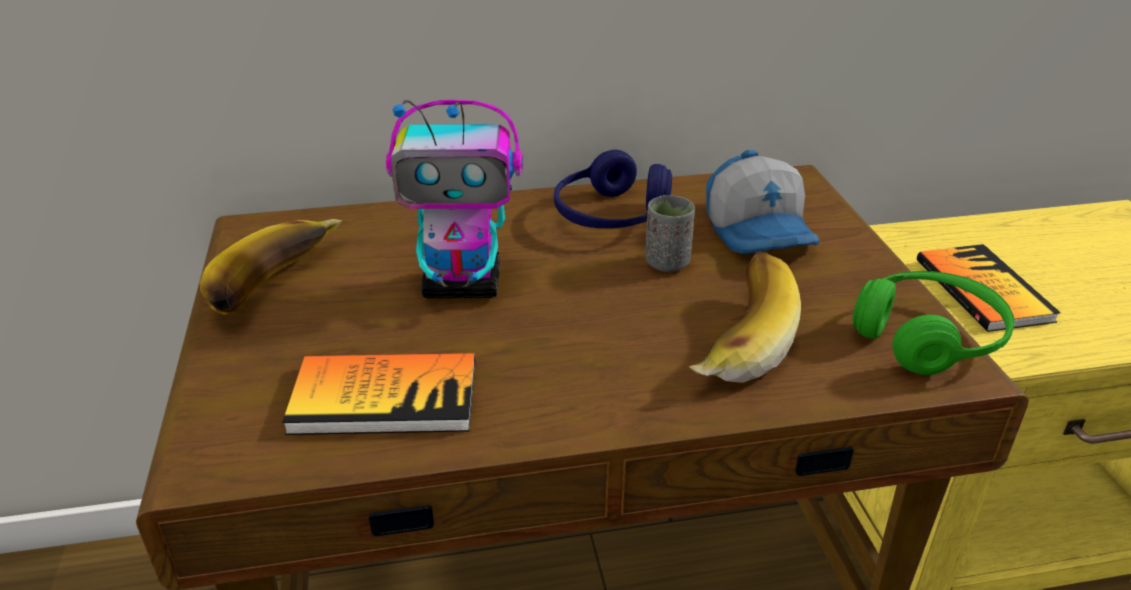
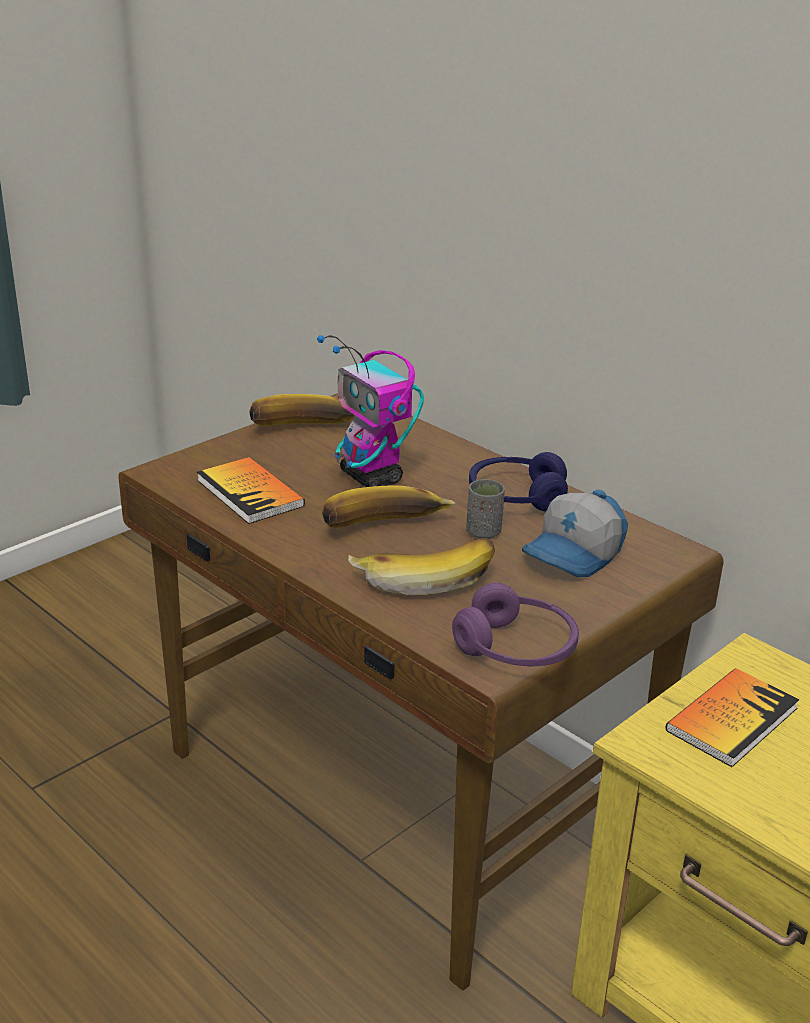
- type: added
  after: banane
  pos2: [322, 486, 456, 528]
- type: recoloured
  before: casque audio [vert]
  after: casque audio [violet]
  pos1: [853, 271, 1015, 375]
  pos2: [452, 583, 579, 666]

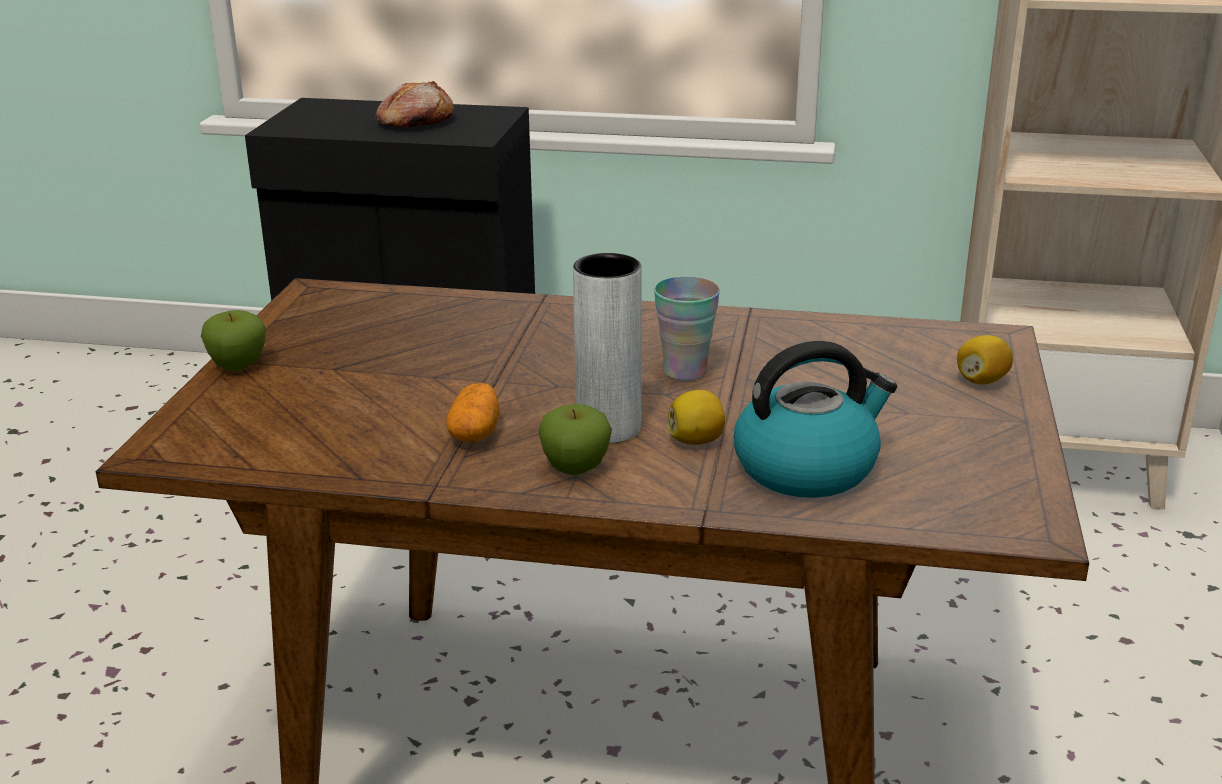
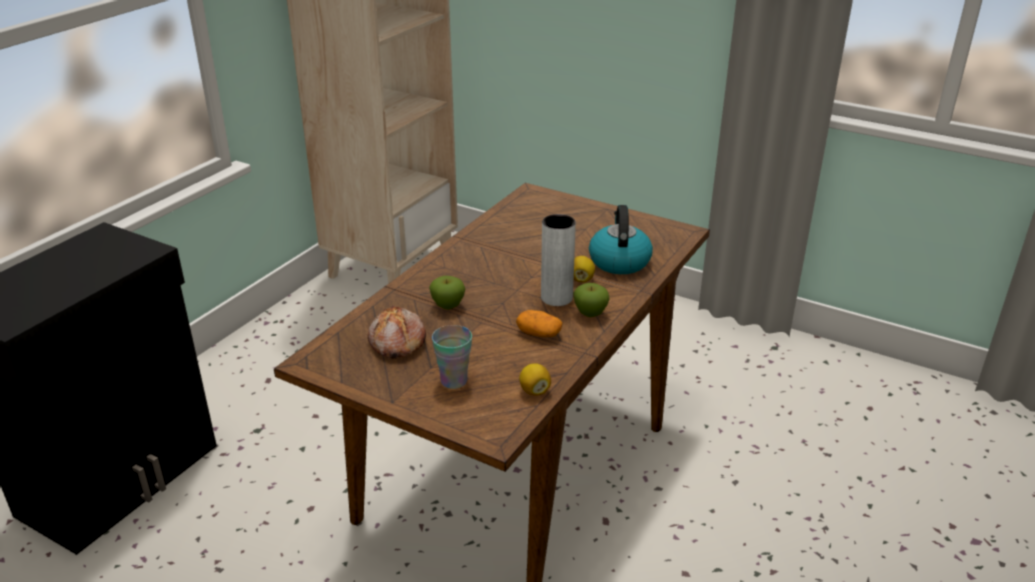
- type: moved
  before: pain
  pos1: [375, 81, 454, 128]
  pos2: [368, 305, 426, 359]
- type: moved
  before: pomme
  pos1: [201, 310, 266, 371]
  pos2: [429, 276, 465, 310]
- type: moved
  before: tasse
  pos1: [654, 276, 720, 381]
  pos2: [432, 325, 472, 389]
- type: moved
  before: citron
  pos1: [957, 335, 1013, 385]
  pos2: [519, 363, 551, 396]

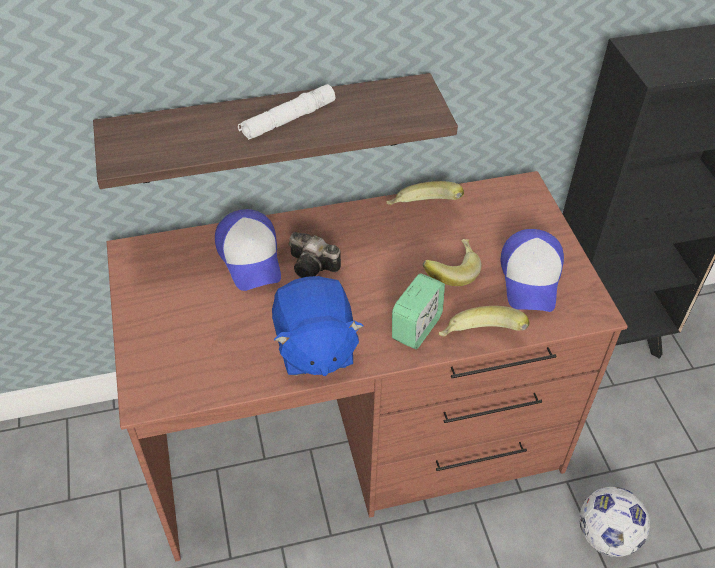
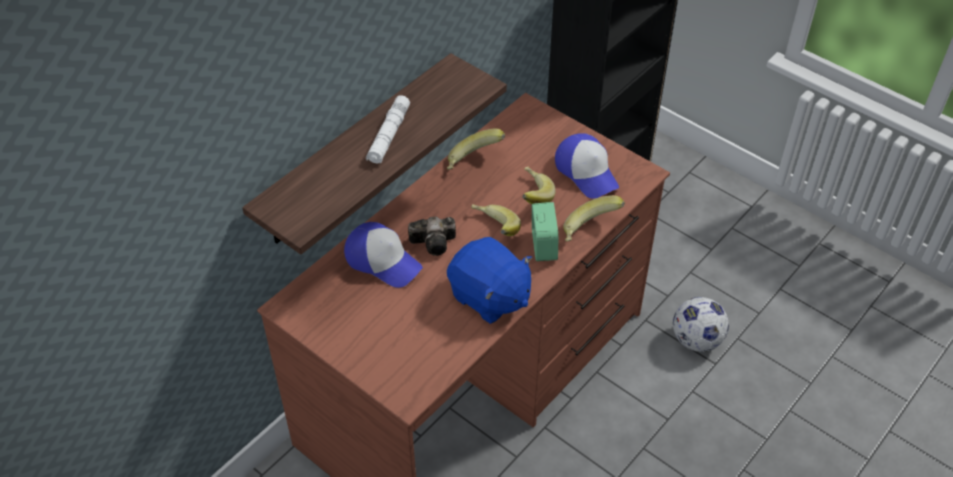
- type: added
  after: banane
  pos2: [471, 204, 521, 236]

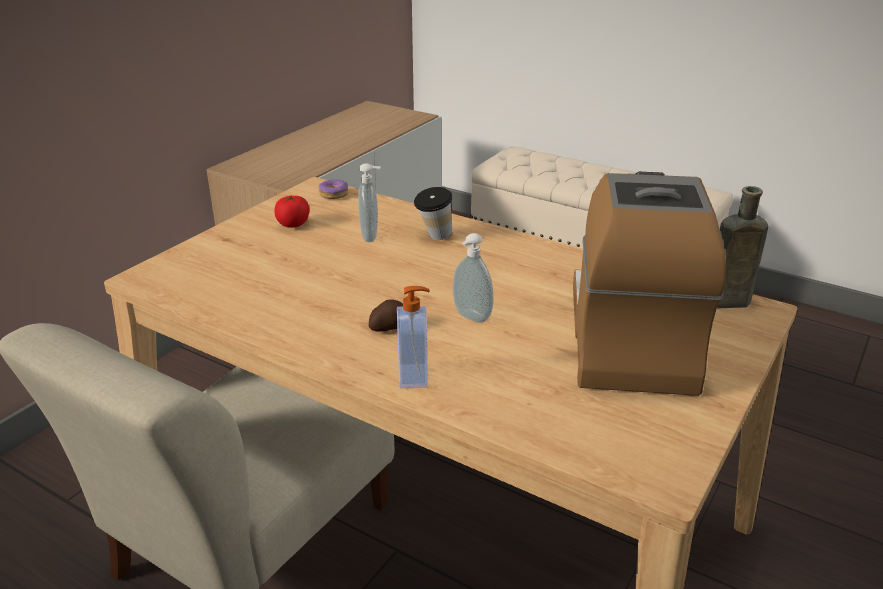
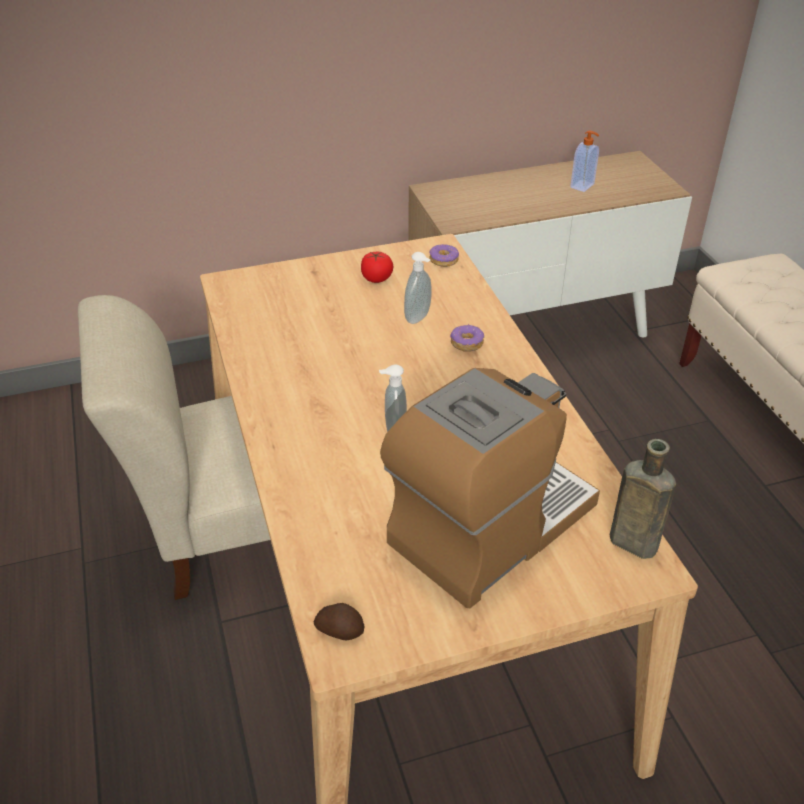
- type: moved
  before: pomme de terre
  pos1: [369, 299, 403, 332]
  pos2: [314, 603, 365, 640]
- type: replaced
  before: tasse
  after: beignet
  pos1: [414, 187, 452, 240]
  pos2: [450, 324, 484, 352]
- type: moved
  before: distributeur de savon
  pos1: [397, 286, 430, 388]
  pos2: [570, 131, 599, 192]

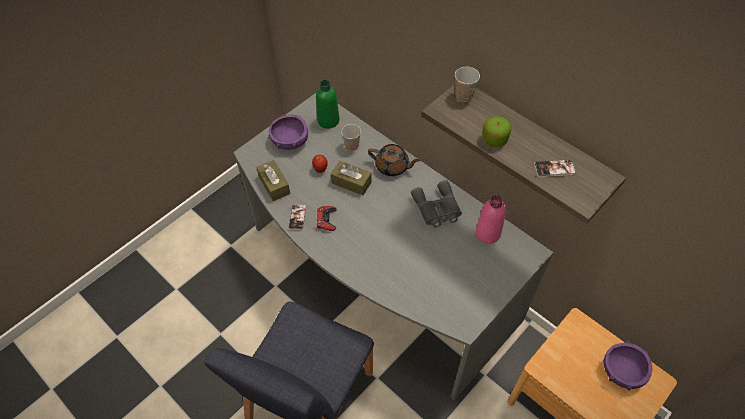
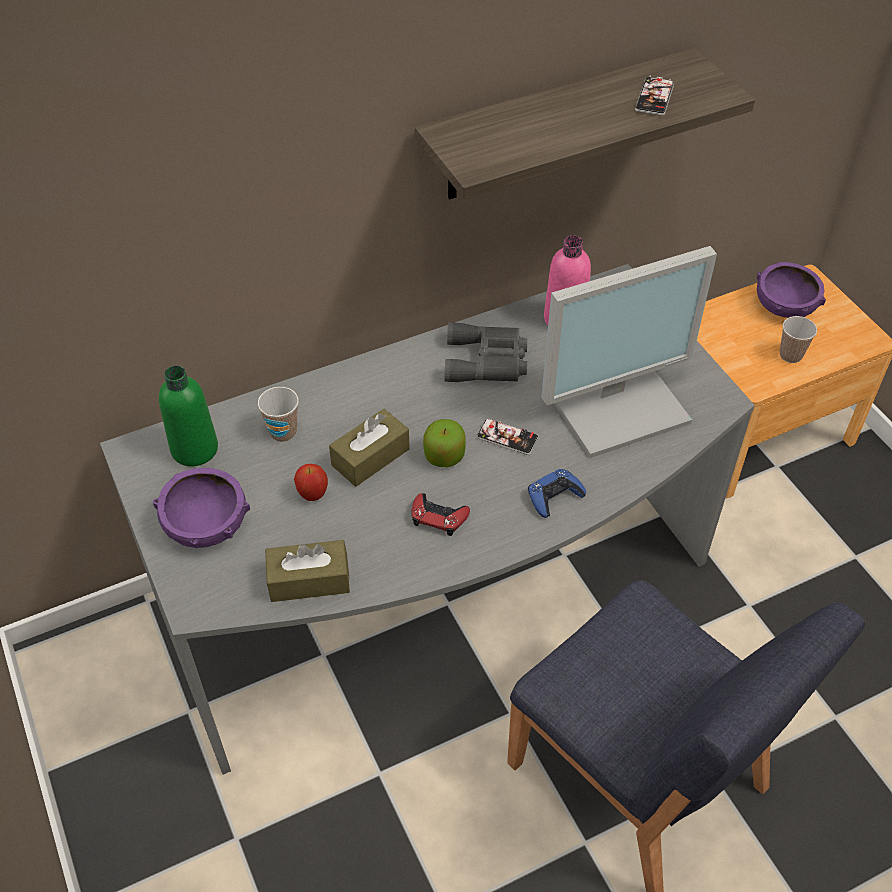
- type: moved
  before: pomme
  pos1: [482, 116, 511, 147]
  pos2: [423, 419, 466, 467]
- type: moved
  before: téléphone
  pos1: [289, 204, 307, 230]
  pos2: [477, 418, 539, 455]
- type: added
  after: manette [bleu]
  pos2: [528, 469, 586, 518]
- type: added
  after: écran d'ordinateur
  pos2: [541, 246, 717, 458]
- type: moved
  before: tasse
  pos1: [455, 67, 480, 102]
  pos2: [780, 316, 817, 363]
- type: removed
  before: théière [marron]
  pos1: [368, 144, 421, 176]

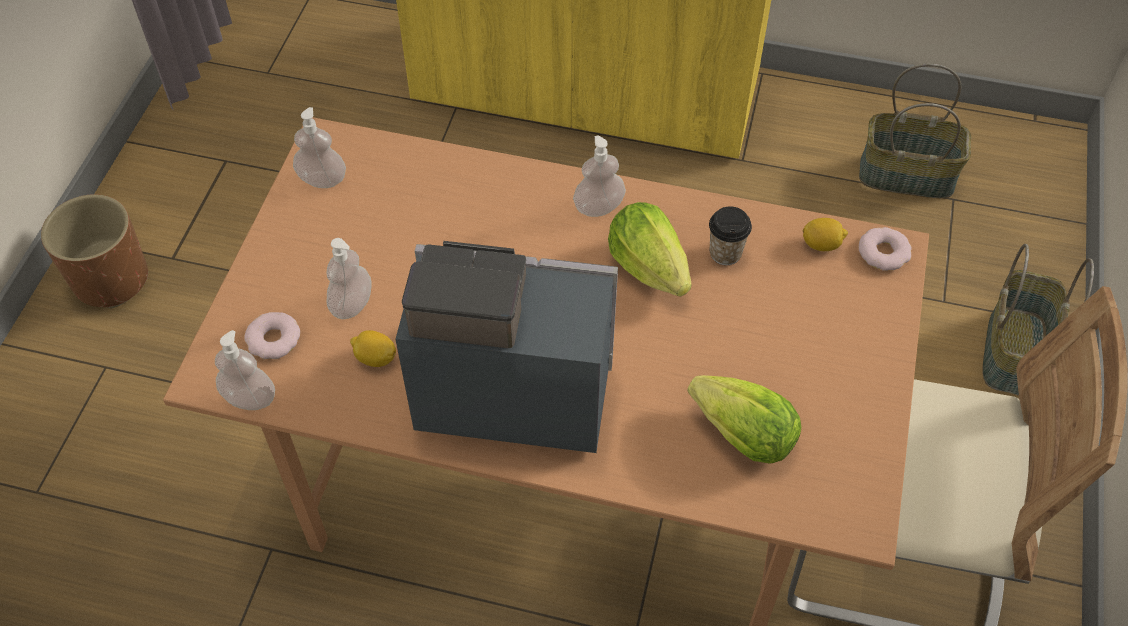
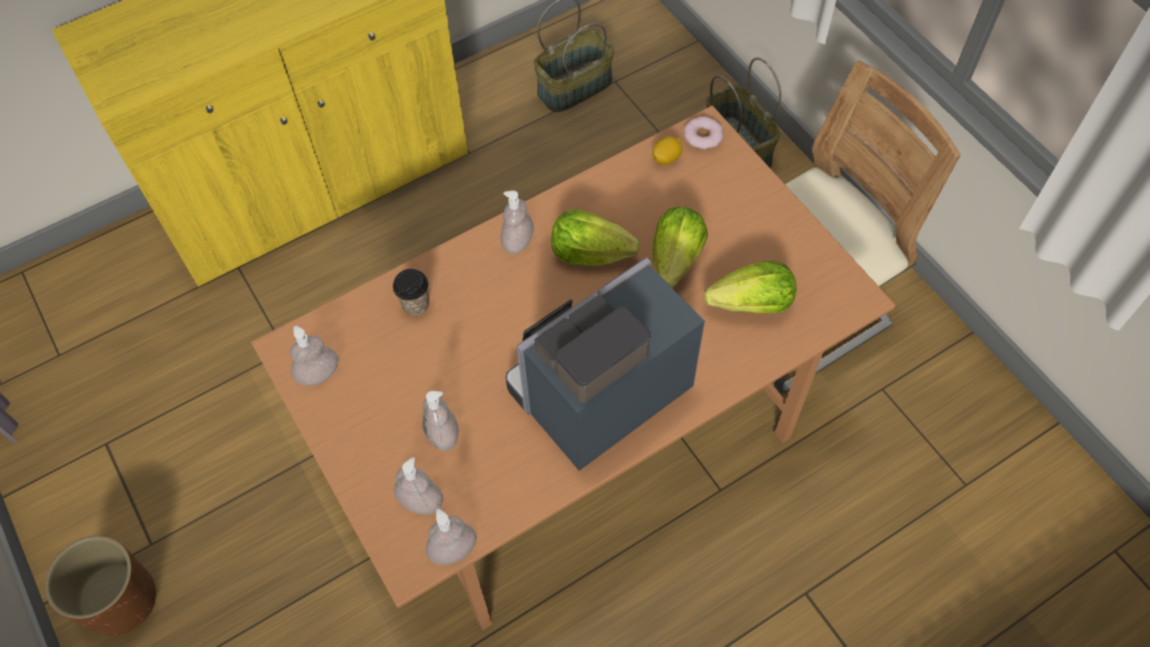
- type: moved
  before: tasse
  pos1: [709, 206, 752, 265]
  pos2: [393, 269, 429, 315]
- type: replaced
  before: beignet
  after: distributeur de savon
  pos1: [244, 312, 300, 359]
  pos2: [394, 457, 443, 514]
- type: added
  after: laitue
  pos2: [652, 206, 708, 288]
- type: removed
  before: citron
  pos1: [350, 330, 396, 367]

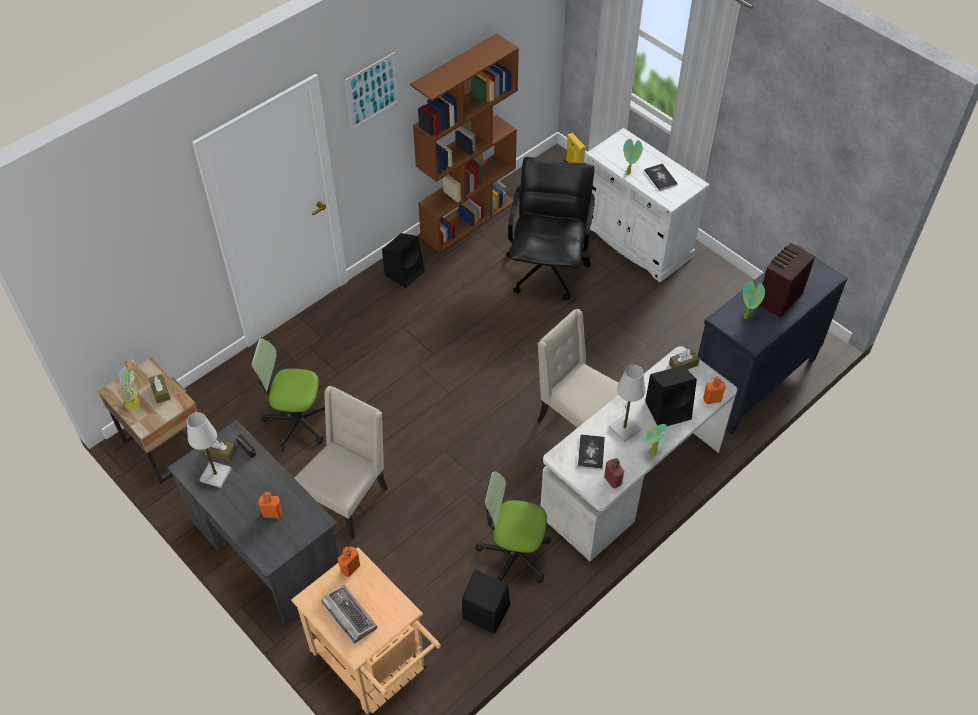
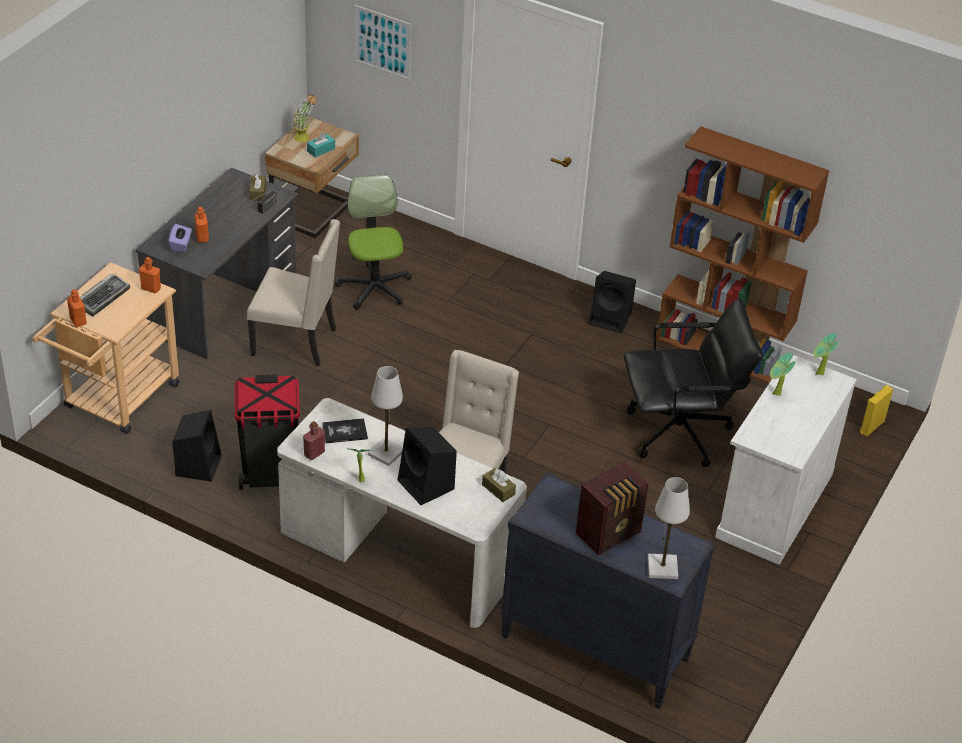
- type: moved
  before: bouteille [orange]
  pos1: [703, 376, 726, 404]
  pos2: [67, 289, 87, 327]
- type: added
  after: boîte à mouchoirs [violet]
  pos2: [168, 224, 192, 253]
- type: replaced
  before: chaise de bureau
  after: poubelle [noir]
  pos1: [476, 471, 551, 584]
  pos2: [235, 374, 300, 490]
- type: recoloured
  before: boîte à mouchoirs [marron]
  after: boîte à mouchoirs [turquoise]
  pos1: [149, 374, 171, 403]
  pos2: [307, 132, 335, 158]
- type: moved
  before: tableau
  pos1: [345, 52, 399, 130]
  pos2: [354, 5, 411, 81]
- type: turned
  before: radio
  pos1: [759, 243, 815, 318]
  pos2: [576, 462, 649, 555]
  turn: 120
- type: moved
  before: lampe de table [blanc]
  pos1: [187, 412, 232, 488]
  pos2: [648, 477, 690, 579]
- type: moved
  before: plante en pot
  pos1: [743, 281, 765, 319]
  pos2: [813, 333, 839, 375]
- type: removed
  before: livre
  pos1: [644, 163, 678, 191]

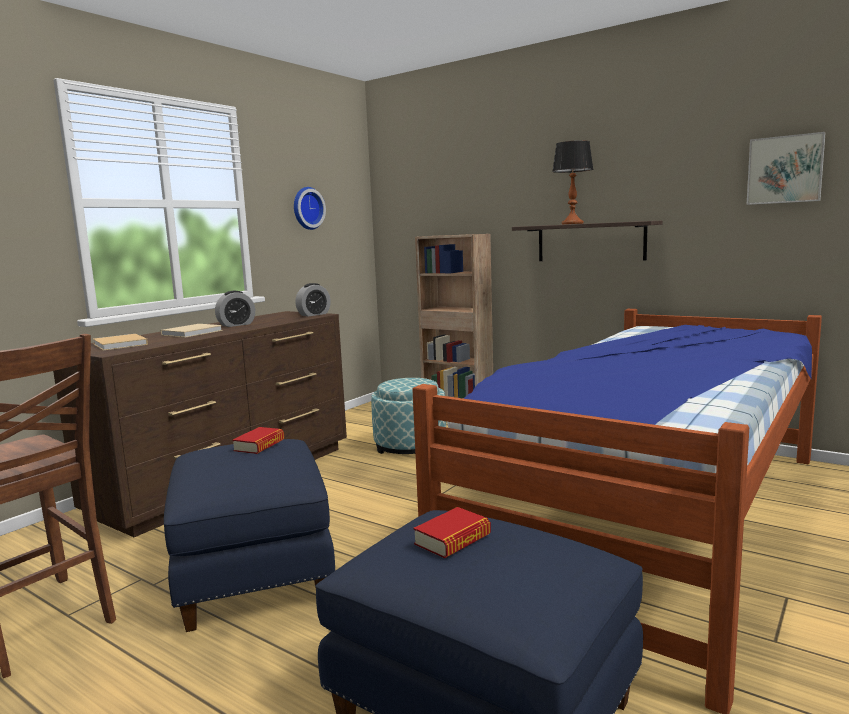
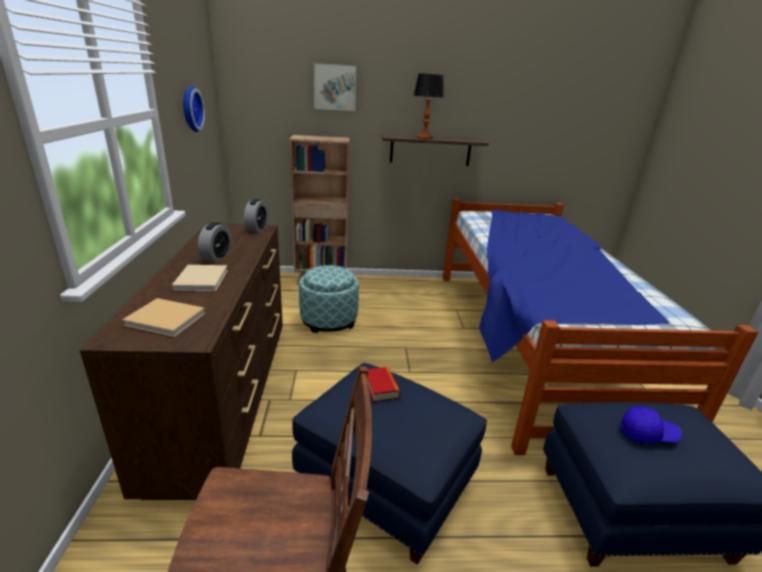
- type: moved
  before: tableau
  pos1: [747, 132, 826, 205]
  pos2: [314, 63, 356, 111]
- type: replaced
  before: livre
  after: casquette [bleu]
  pos1: [413, 507, 491, 558]
  pos2: [620, 407, 682, 443]

